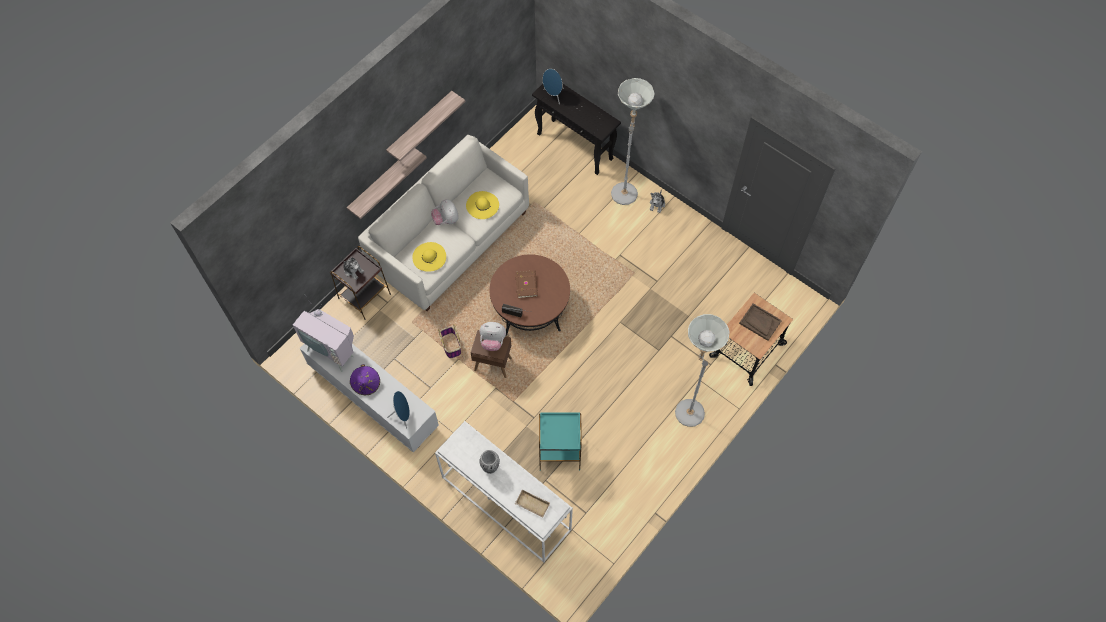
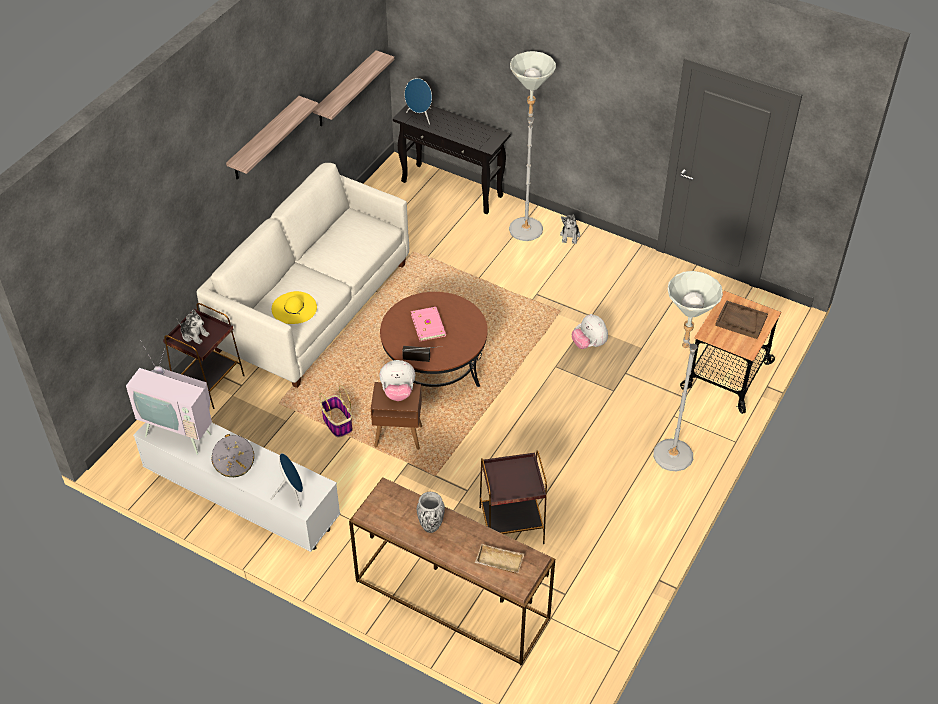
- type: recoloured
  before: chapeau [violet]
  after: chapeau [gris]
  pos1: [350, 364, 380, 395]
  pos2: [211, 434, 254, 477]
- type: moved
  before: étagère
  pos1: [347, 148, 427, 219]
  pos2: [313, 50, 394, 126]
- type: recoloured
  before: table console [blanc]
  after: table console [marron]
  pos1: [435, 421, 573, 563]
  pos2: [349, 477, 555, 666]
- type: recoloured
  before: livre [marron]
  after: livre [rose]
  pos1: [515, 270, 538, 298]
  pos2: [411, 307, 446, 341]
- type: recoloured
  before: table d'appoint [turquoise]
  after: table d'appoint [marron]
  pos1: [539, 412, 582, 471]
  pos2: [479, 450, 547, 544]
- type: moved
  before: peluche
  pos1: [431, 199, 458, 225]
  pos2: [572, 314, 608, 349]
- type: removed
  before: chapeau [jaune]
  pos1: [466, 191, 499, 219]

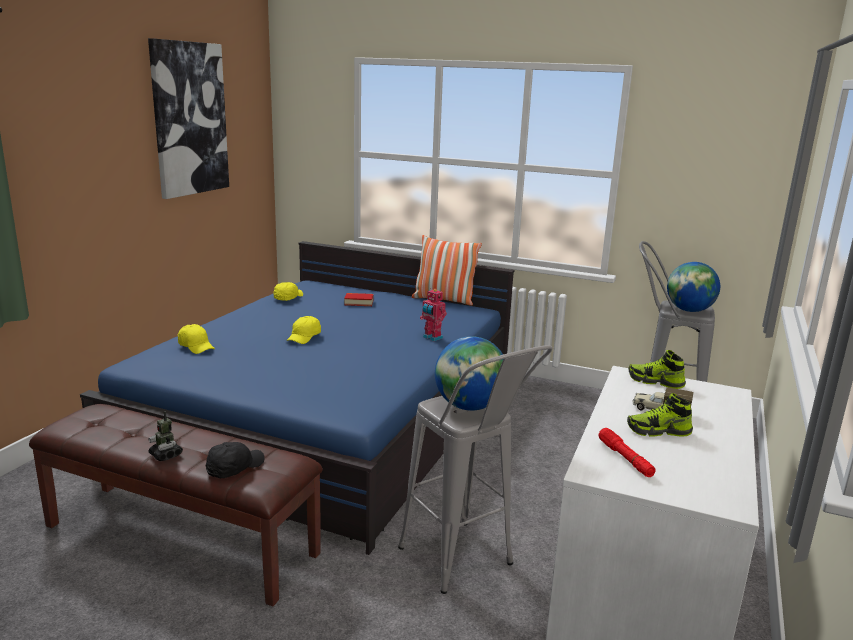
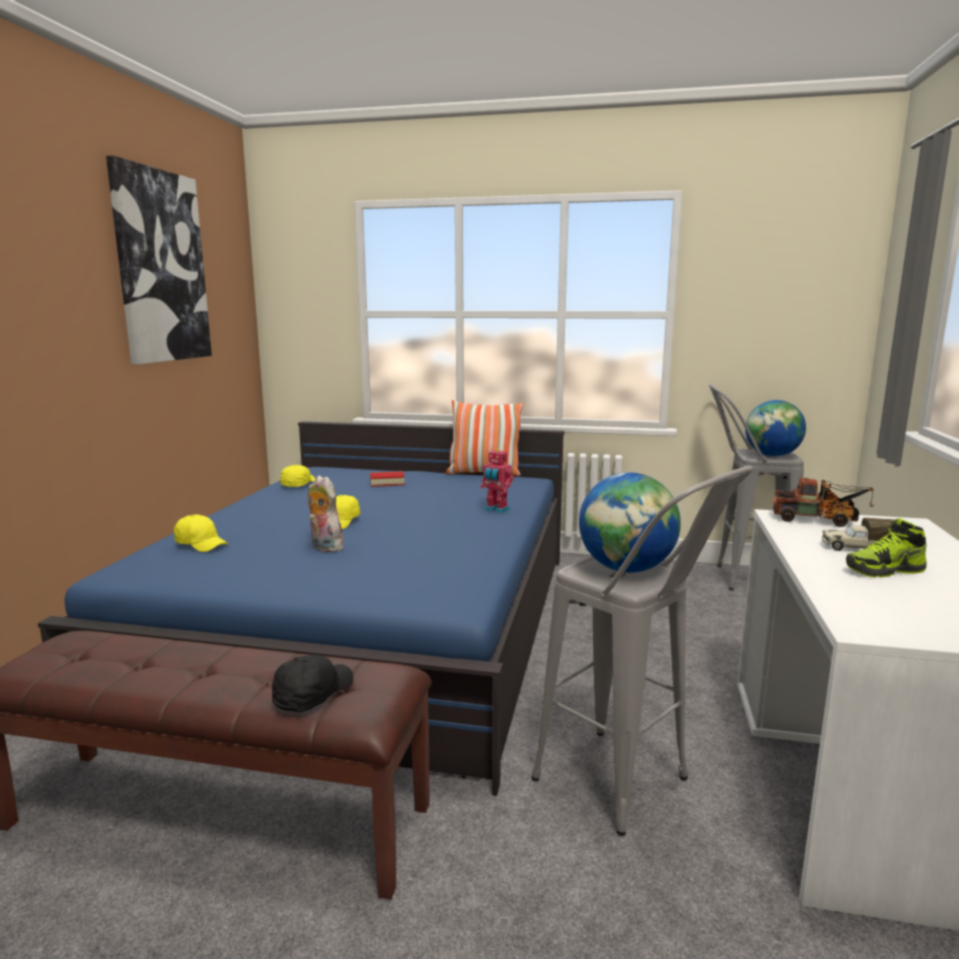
- type: added
  after: peluche
  pos2: [308, 475, 344, 552]
- type: replaced
  before: chaussure
  after: camion jouet
  pos1: [628, 350, 686, 389]
  pos2: [772, 477, 874, 527]
- type: removed
  before: robot jouet
  pos1: [149, 411, 183, 461]
- type: removed
  before: lampe de poche [rouge]
  pos1: [599, 428, 656, 477]

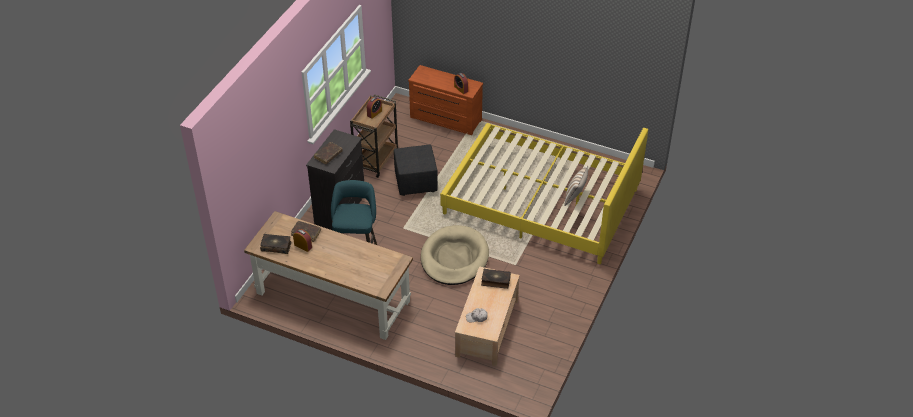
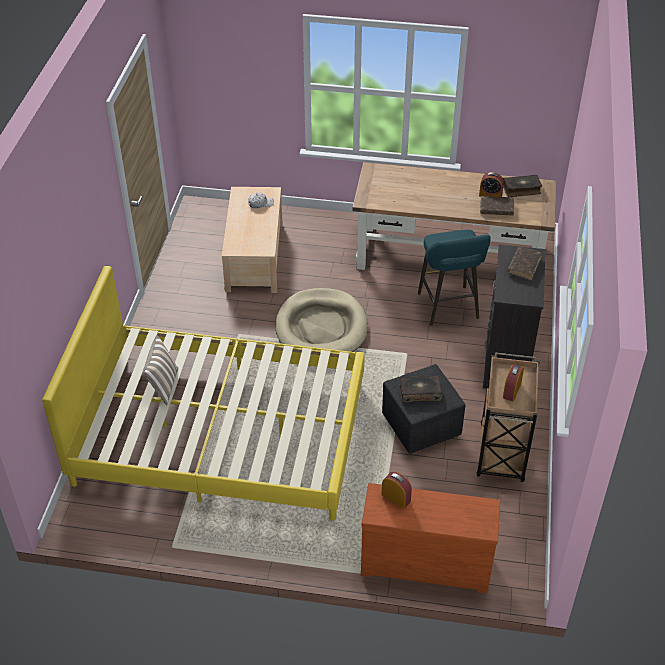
- type: moved
  before: livre
  pos1: [481, 268, 511, 289]
  pos2: [399, 375, 442, 402]

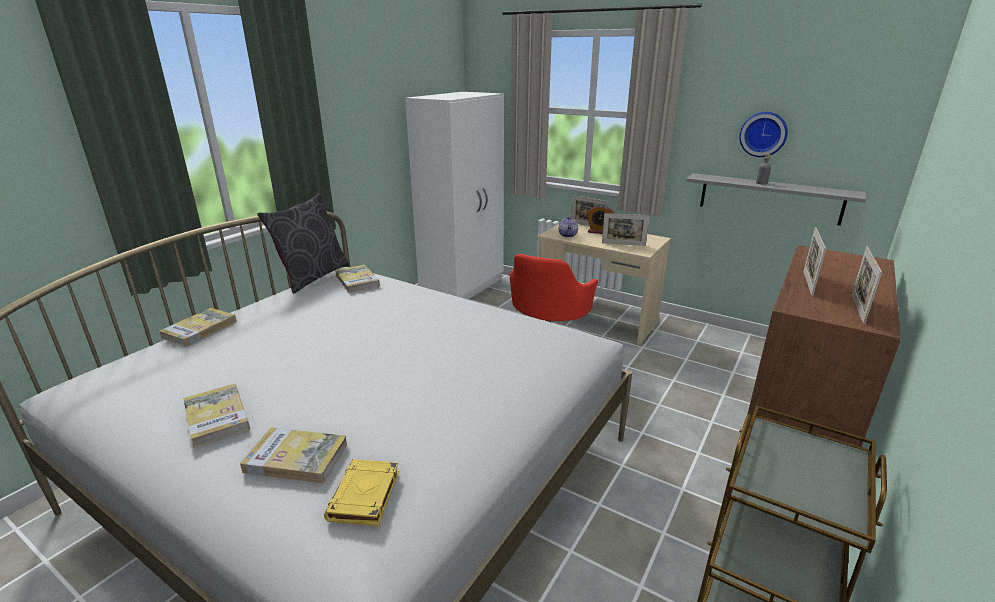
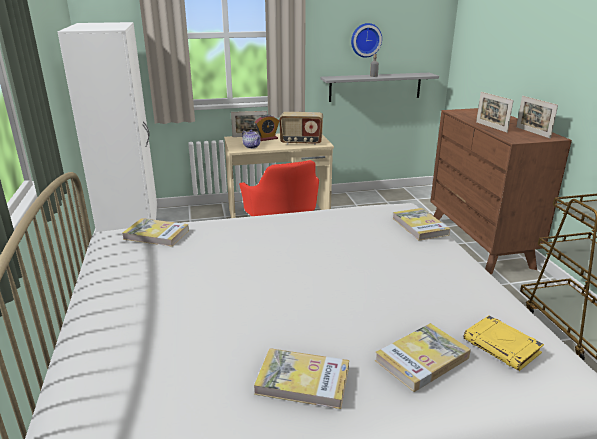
- type: replaced
  before: cadre photo
  after: radio
  pos1: [602, 213, 650, 246]
  pos2: [279, 112, 323, 145]
- type: moved
  before: livre
  pos1: [159, 308, 237, 347]
  pos2: [393, 208, 450, 240]
- type: removed
  before: coussin [gris]
  pos1: [257, 193, 350, 293]

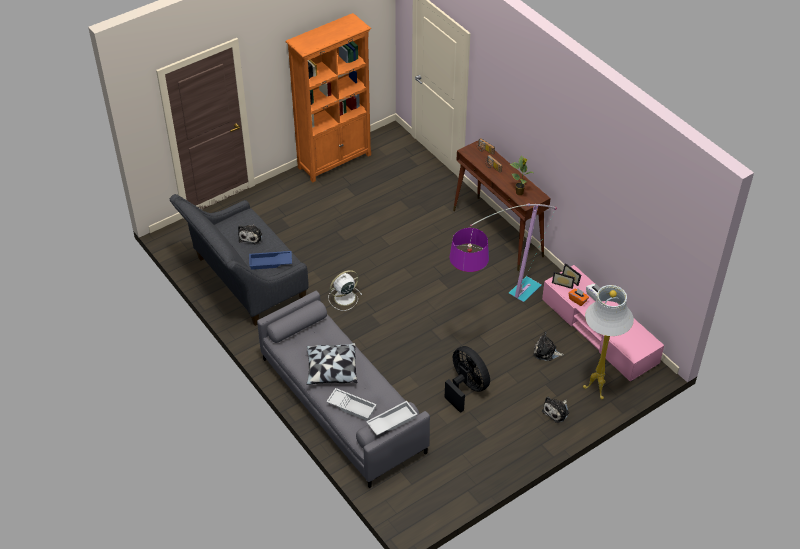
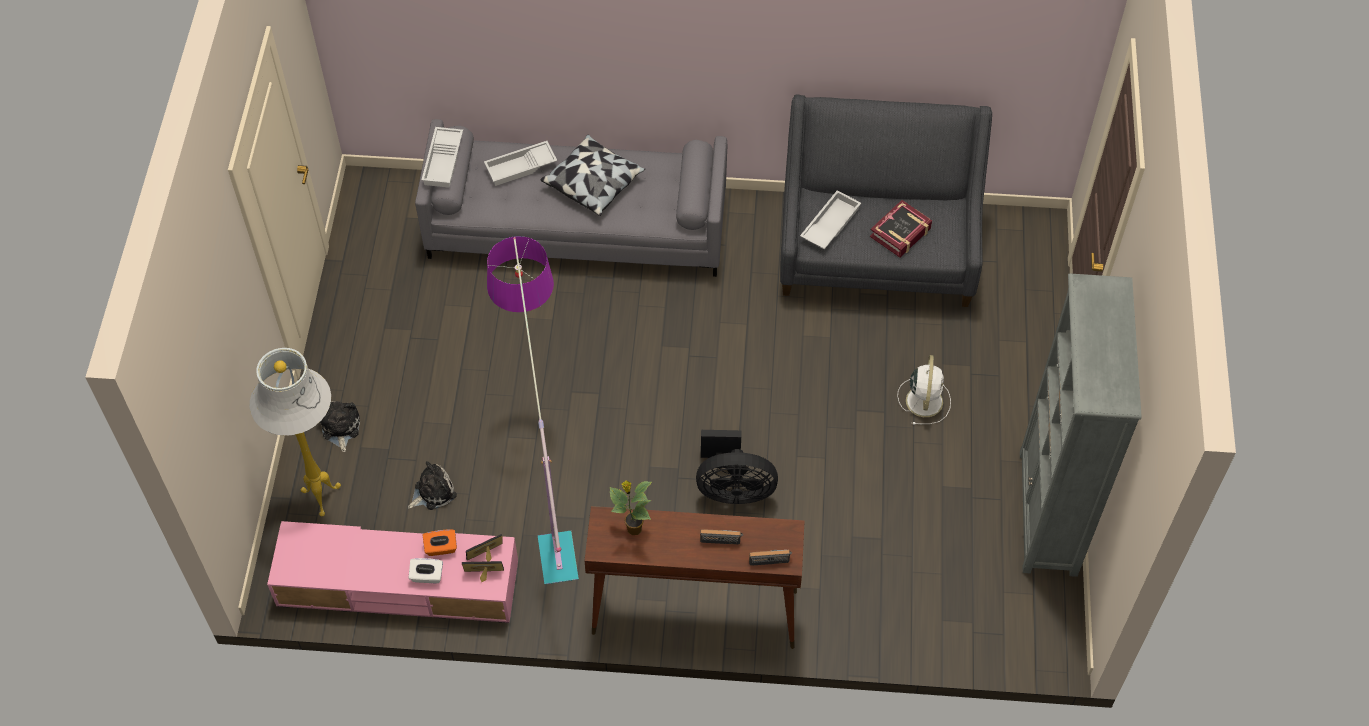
- type: moved
  before: ventilateur [noir]
  pos1: [445, 346, 490, 413]
  pos2: [696, 430, 778, 504]
- type: recoloured
  before: plateau [bleu]
  after: plateau [blanc]
  pos1: [249, 251, 292, 270]
  pos2: [800, 190, 861, 249]
- type: replaced
  before: peluche
  after: livre
  pos1: [238, 225, 262, 245]
  pos2: [870, 200, 932, 258]
- type: moved
  before: ventilateur [blanc]
  pos1: [328, 270, 362, 311]
  pos2: [897, 355, 951, 425]
- type: recoloured
  before: bibliothèque [orange]
  after: bibliothèque [gris]
  pos1: [286, 13, 371, 183]
  pos2: [1020, 273, 1142, 577]

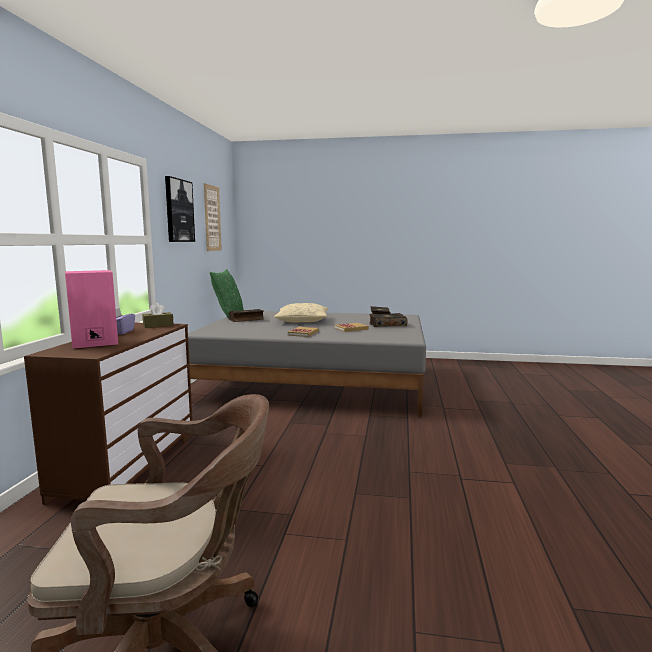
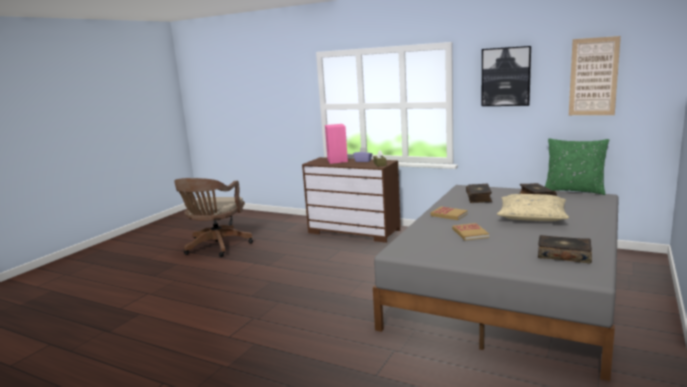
- type: moved
  before: livre
  pos1: [369, 313, 407, 327]
  pos2: [466, 184, 492, 203]

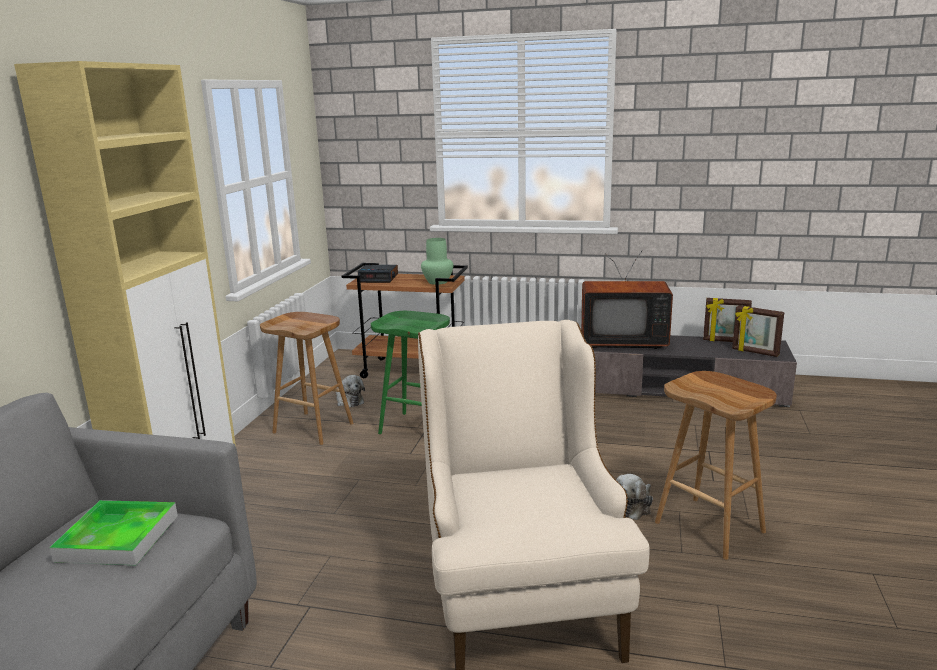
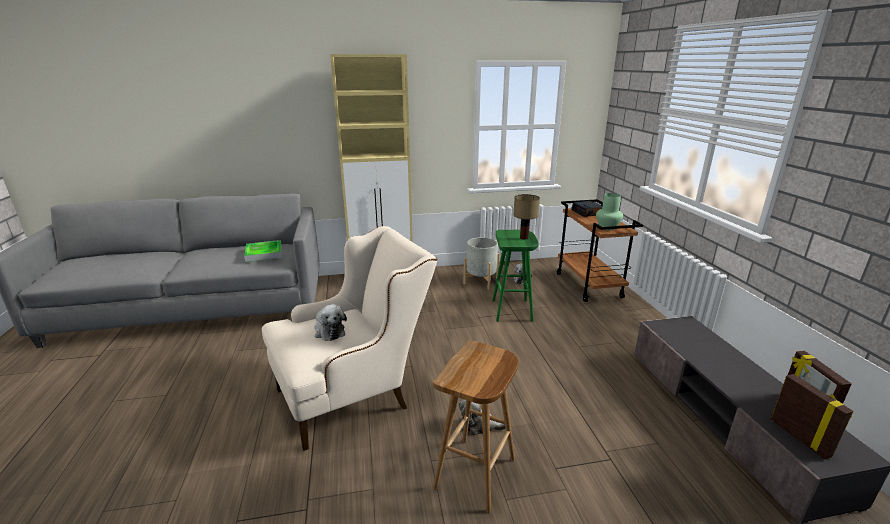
- type: added
  after: peluche
  pos2: [315, 304, 347, 341]
- type: replaced
  before: tabouret [marron]
  after: cache-pot [gris]
  pos1: [260, 312, 354, 445]
  pos2: [464, 237, 500, 289]
- type: added
  after: lampe de table
  pos2: [513, 194, 540, 240]
- type: turned
  before: cadre photo
  pos1: [732, 305, 784, 357]
  pos2: [771, 374, 853, 460]
  turn: 150
- type: removed
  before: téléviseur
  pos1: [581, 250, 673, 349]

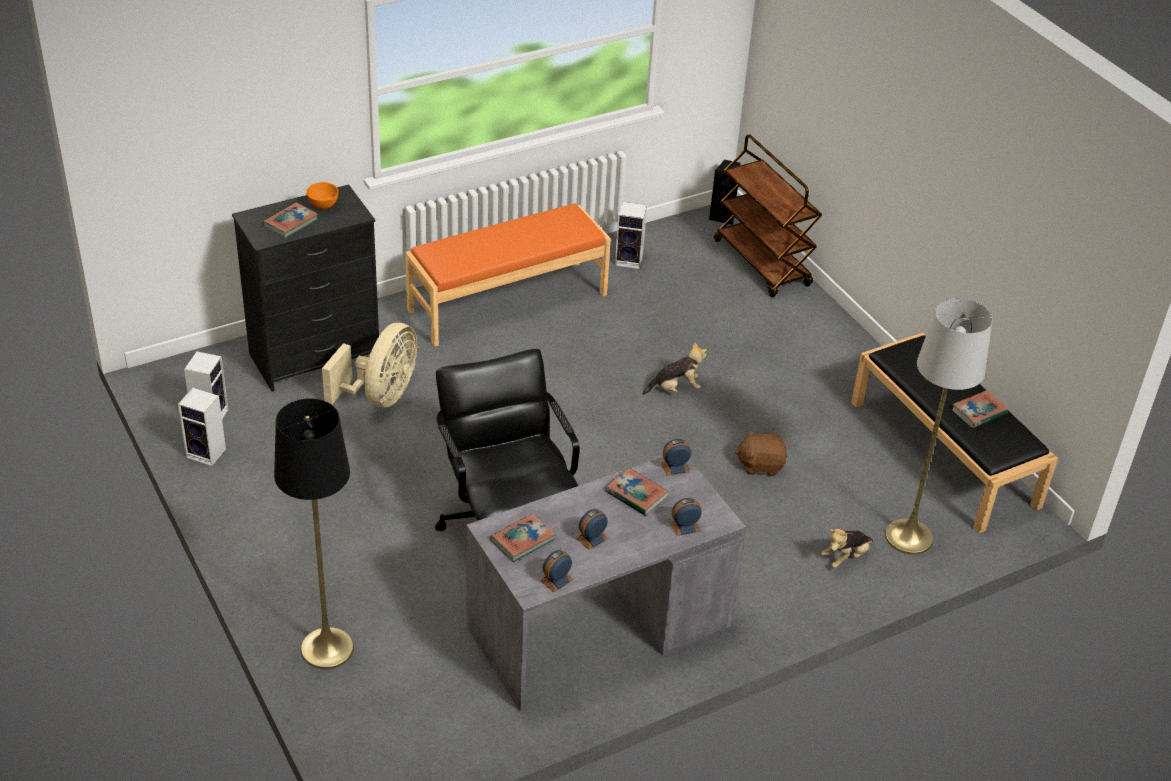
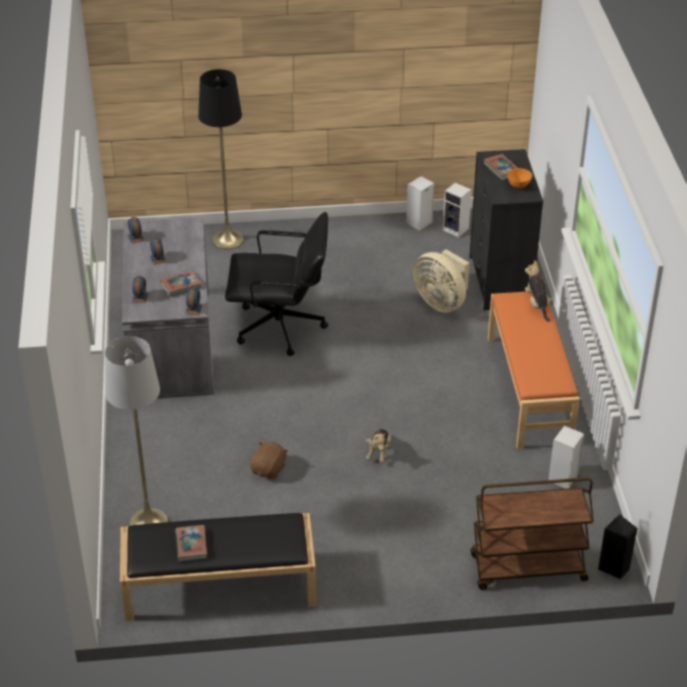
- type: moved
  before: peluche
  pos1: [821, 529, 873, 568]
  pos2: [525, 260, 552, 322]
- type: removed
  before: livre
  pos1: [490, 514, 556, 562]

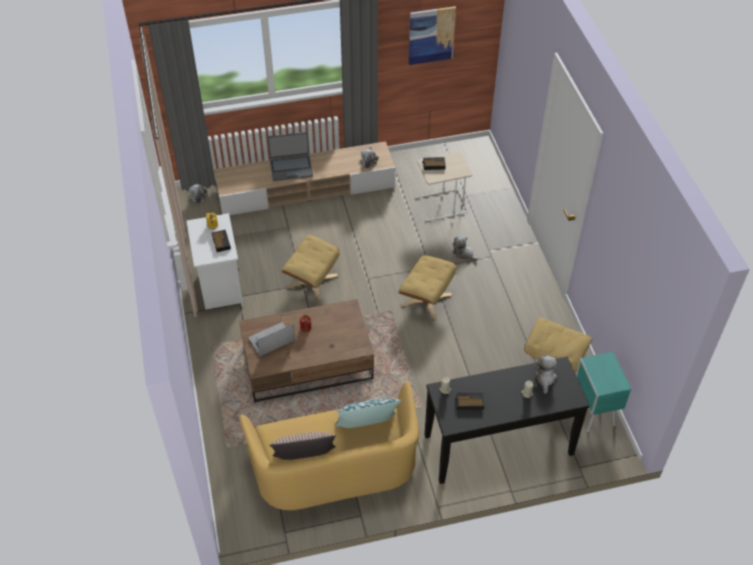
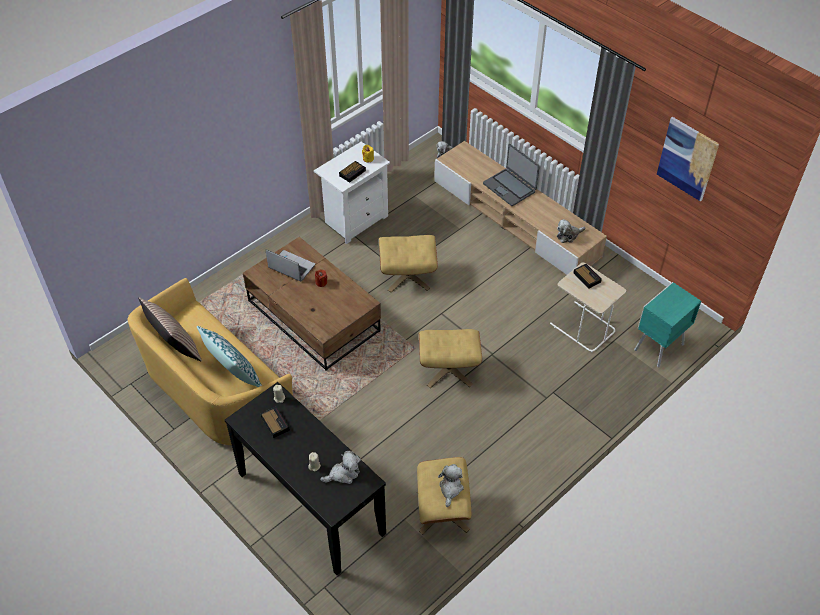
- type: moved
  before: peluche
  pos1: [453, 235, 478, 261]
  pos2: [438, 464, 464, 507]
- type: moved
  before: table de chevet [turquoise]
  pos1: [576, 352, 631, 432]
  pos2: [634, 282, 702, 368]

